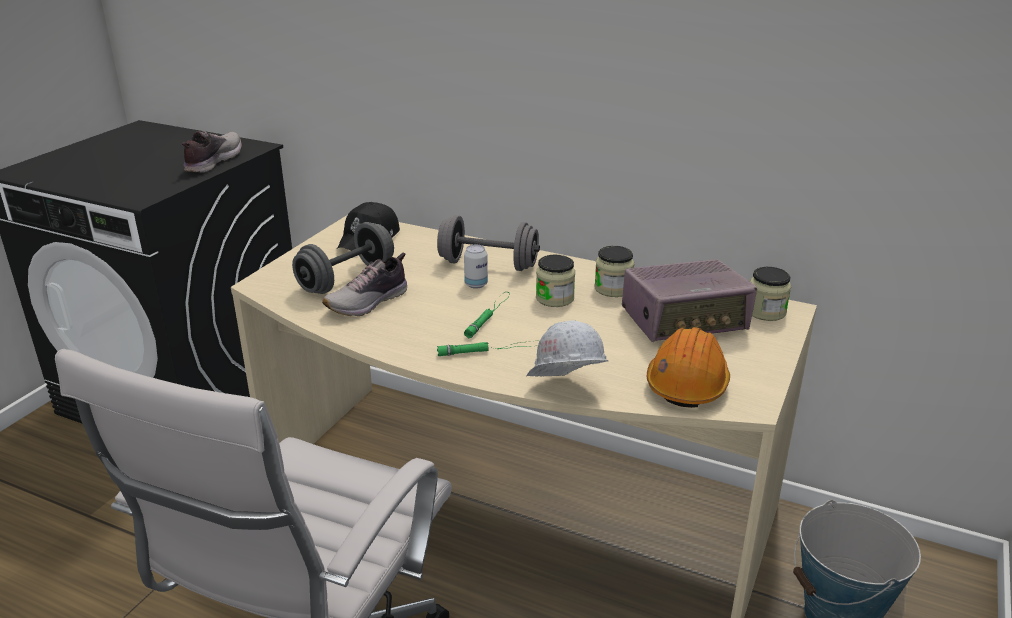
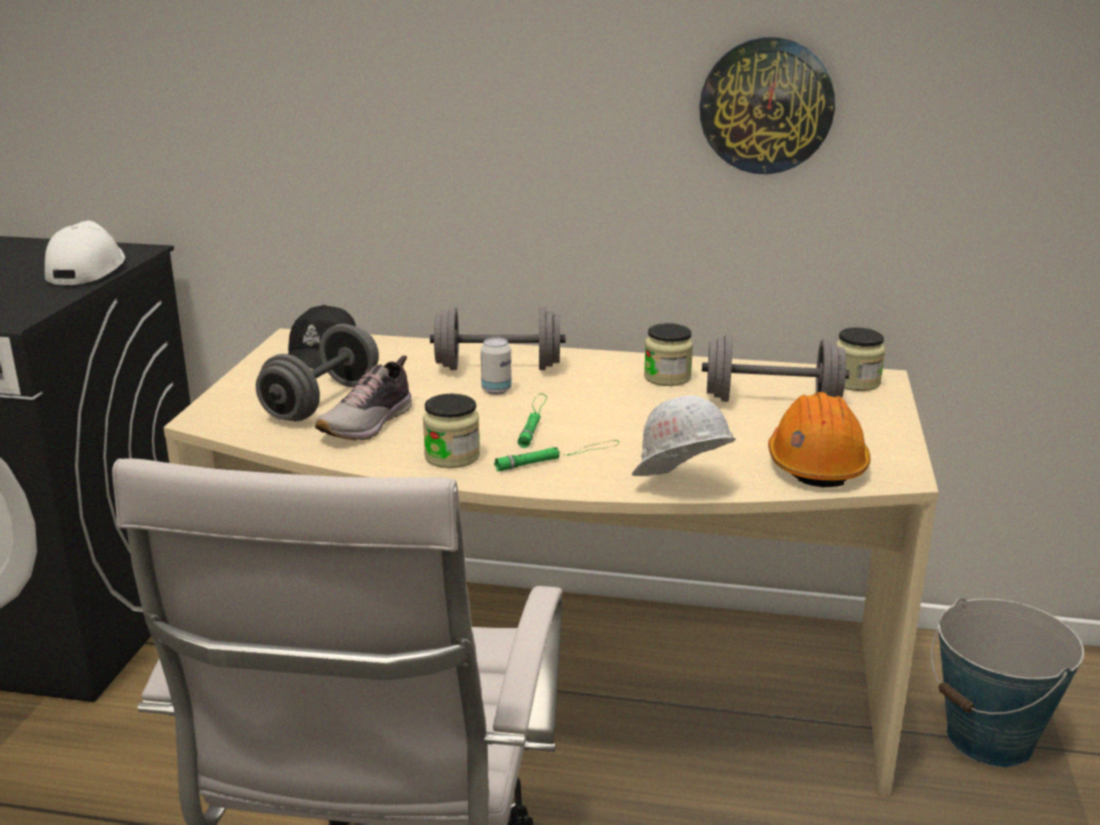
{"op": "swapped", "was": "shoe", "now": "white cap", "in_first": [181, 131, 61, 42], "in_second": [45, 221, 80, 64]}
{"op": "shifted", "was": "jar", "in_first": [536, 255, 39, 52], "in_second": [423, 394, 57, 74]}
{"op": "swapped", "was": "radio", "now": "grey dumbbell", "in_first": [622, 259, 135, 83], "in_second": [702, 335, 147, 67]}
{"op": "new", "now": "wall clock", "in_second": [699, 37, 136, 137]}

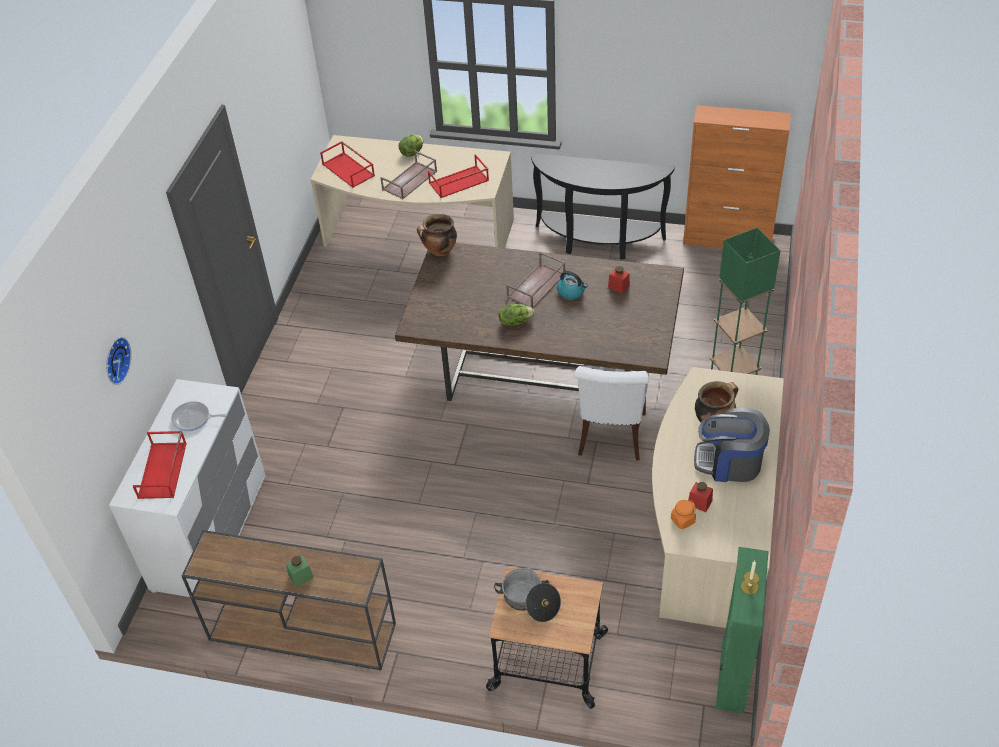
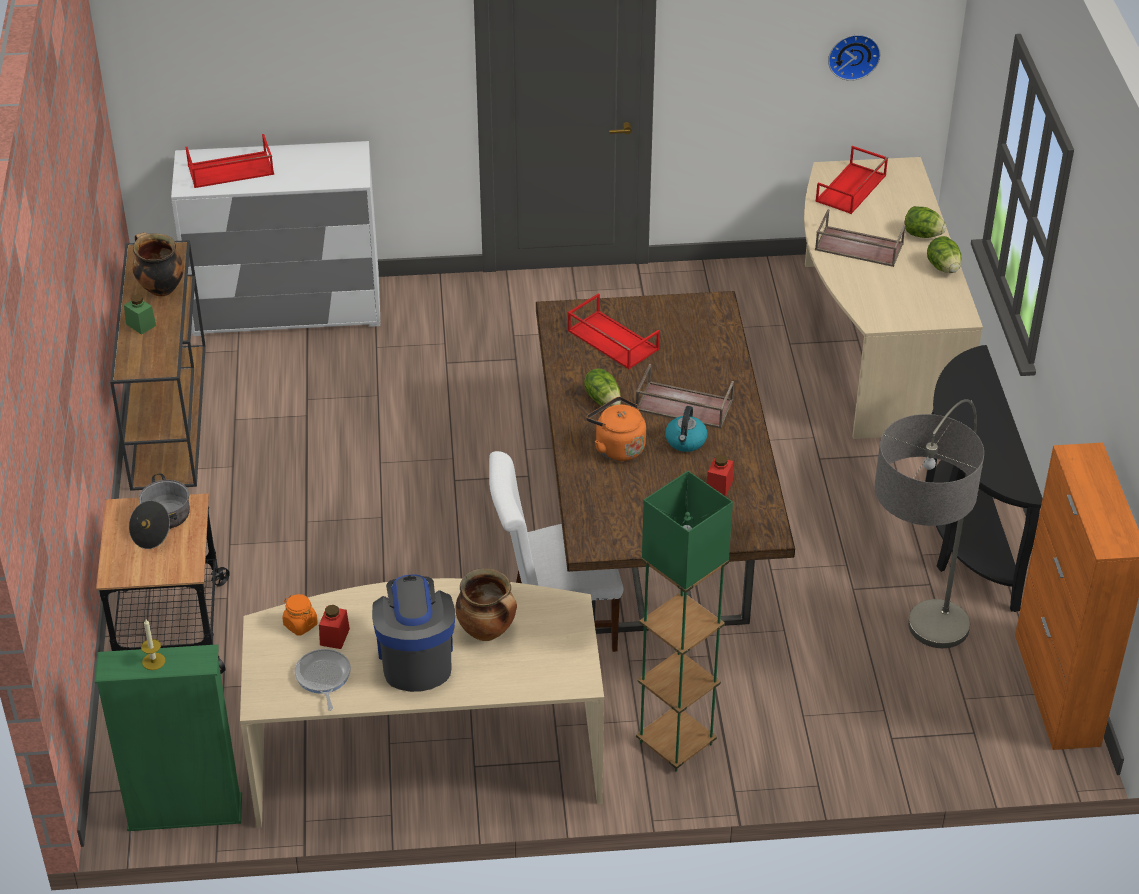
{"op": "shifted", "was": "wall clock", "in_first": [106, 337, 25, 48], "in_second": [828, 35, 53, 46]}
{"op": "shifted", "was": "frying pan", "in_first": [171, 401, 56, 31], "in_second": [295, 649, 56, 62]}
{"op": "shifted", "was": "cooking pot", "in_first": [417, 214, 40, 42], "in_second": [132, 232, 52, 65]}
{"op": "shifted", "was": "red tray", "in_first": [428, 154, 61, 44], "in_second": [567, 293, 93, 76]}
{"op": "new", "now": "orange kettle", "in_second": [587, 397, 59, 64]}
{"op": "new", "now": "floor lamp", "in_second": [875, 399, 109, 249]}
{"op": "new", "now": "lettuce", "in_second": [927, 236, 35, 37]}

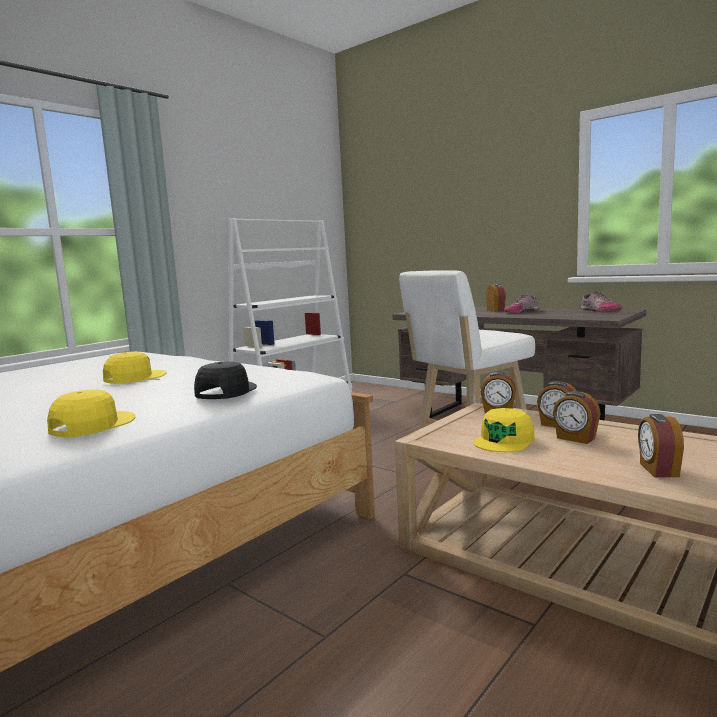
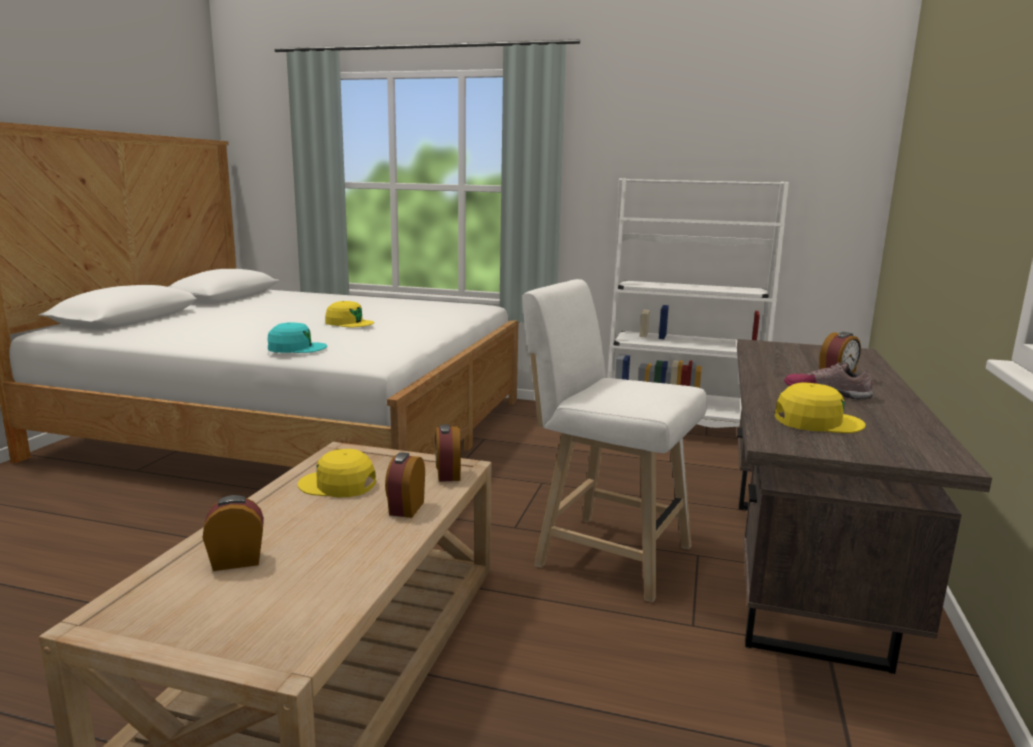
{"op": "shifted", "was": "yellow cap", "in_first": [47, 390, 89, 47], "in_second": [775, 383, 91, 50]}
{"op": "repainted", "was": "black cap", "now": "turquoise cap", "in_first": [194, 362, 63, 37], "in_second": [268, 322, 59, 31]}
{"op": "gone", "was": "alarm clock", "in_first": [553, 391, 47, 53]}
{"op": "gone", "was": "shoe", "in_first": [581, 291, 41, 21]}

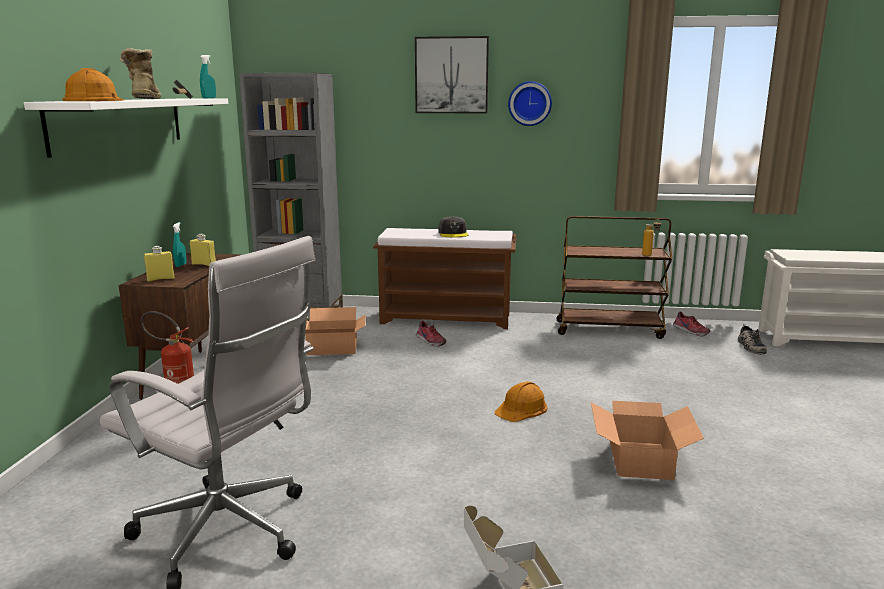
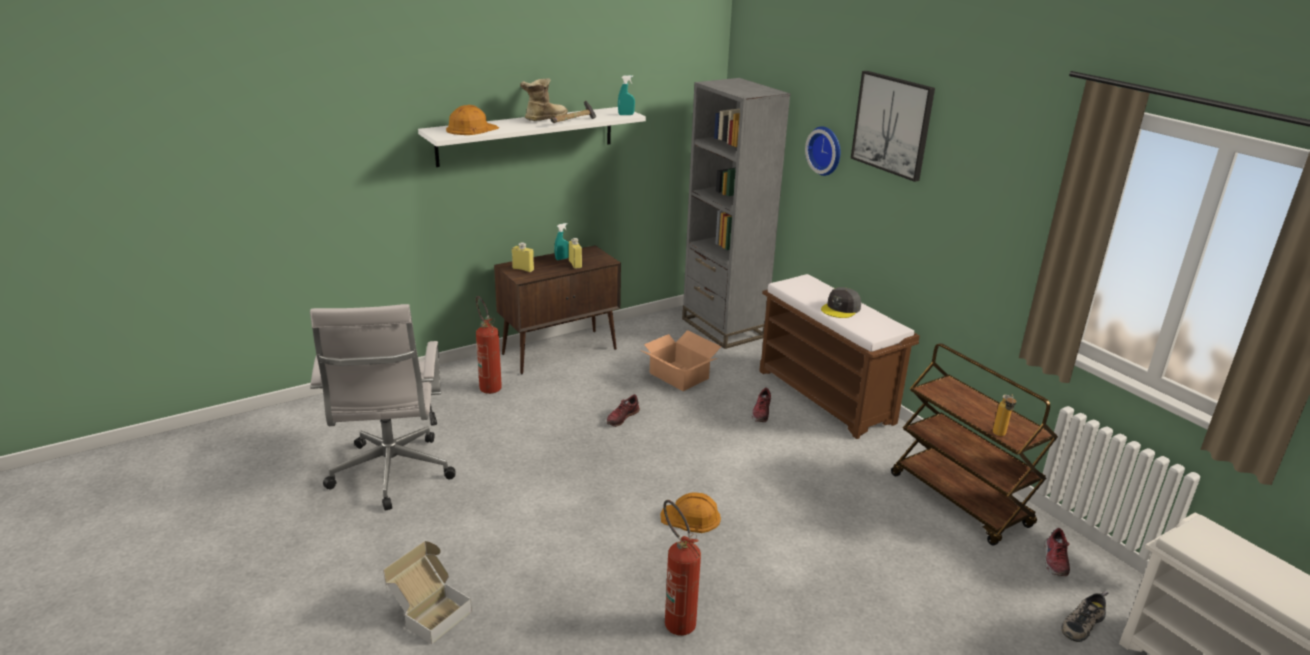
{"op": "shifted", "was": "wall clock", "in_first": [508, 81, 44, 45], "in_second": [805, 127, 35, 49]}
{"op": "swapped", "was": "cardboard box", "now": "fire extinguisher", "in_first": [591, 401, 113, 79], "in_second": [663, 500, 38, 136]}
{"op": "new", "now": "shoe", "in_second": [606, 394, 34, 33]}

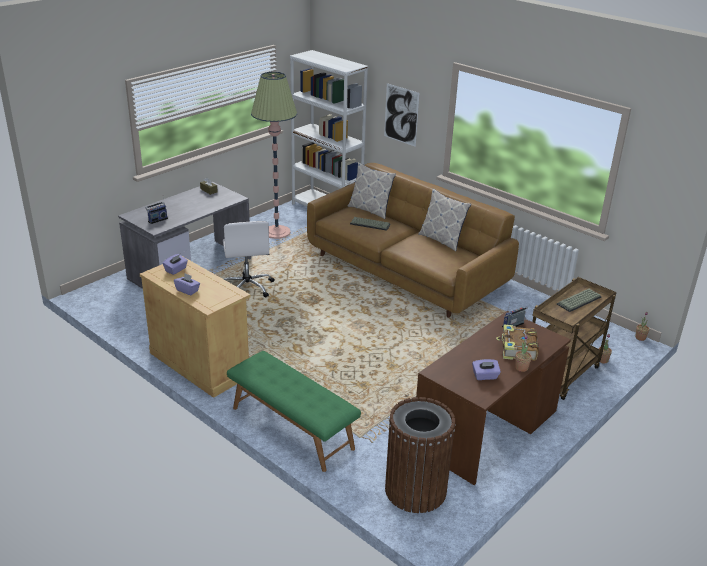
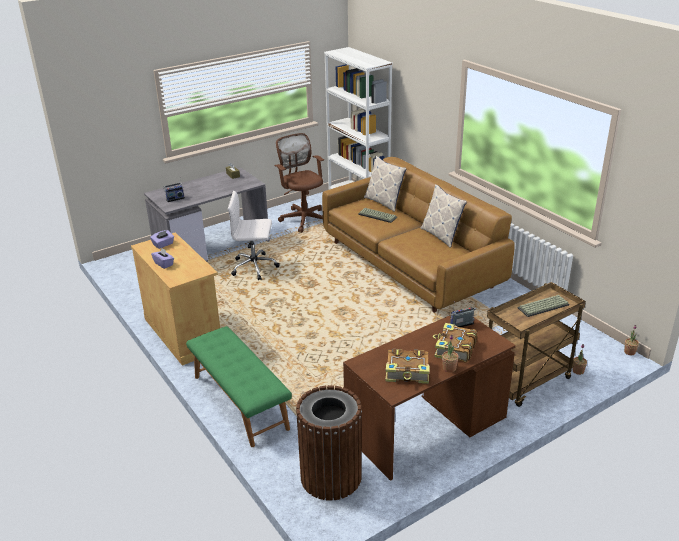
{"op": "rotated", "was": "white office chair", "in_first": [223, 221, 51, 76], "in_second": [228, 191, 52, 89], "clockwise": 90}
{"op": "swapped", "was": "floor lamp", "now": "brown office chair", "in_first": [251, 72, 46, 167], "in_second": [274, 133, 50, 100]}
{"op": "gone", "was": "picture", "in_first": [384, 83, 36, 64]}
{"op": "swapped", "was": "purple tissue box", "now": "book", "in_first": [472, 359, 29, 21], "in_second": [386, 349, 43, 35]}

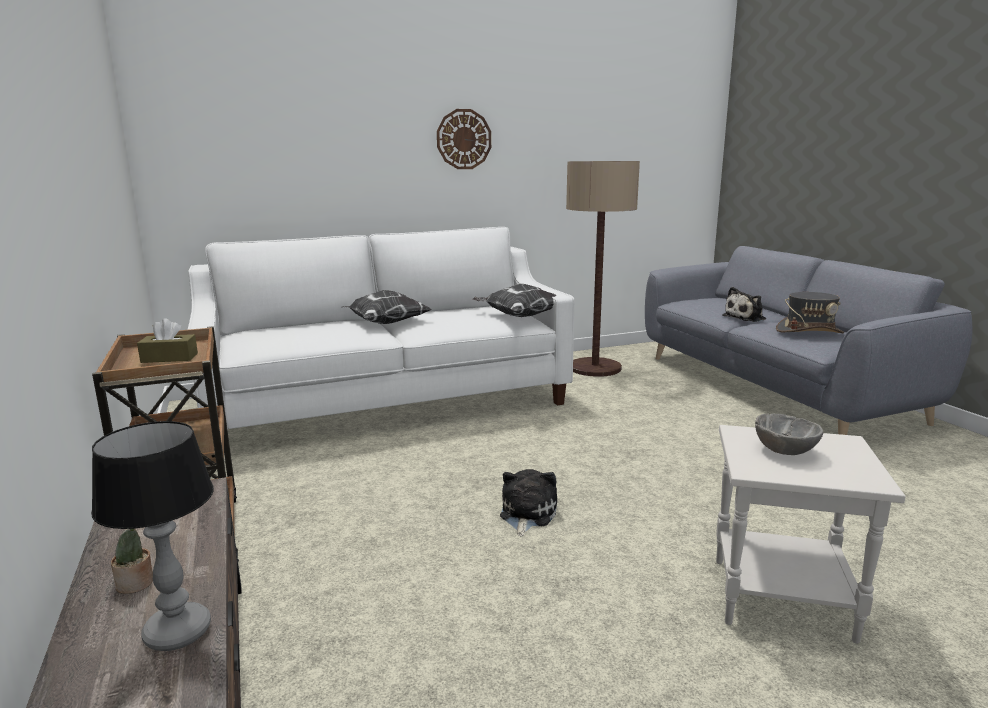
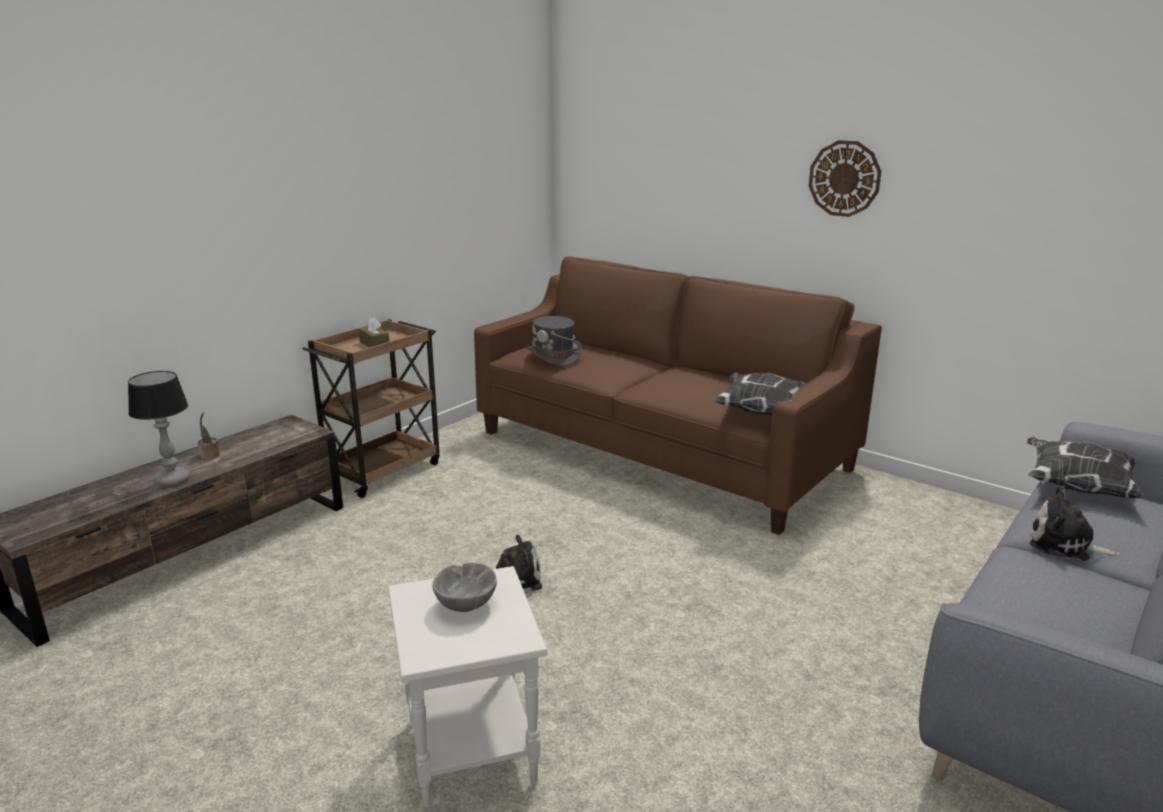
{"op": "repainted", "was": "white sofa", "now": "brown sofa", "in_first": [188, 227, 386, 203], "in_second": [474, 256, 408, 279]}
{"op": "shifted", "was": "pillow", "in_first": [342, 290, 89, 34], "in_second": [1027, 437, 119, 61]}
{"op": "gone", "was": "floor lamp", "in_first": [566, 161, 74, 216]}
{"op": "shifted", "was": "grey hat", "in_first": [776, 292, 68, 42], "in_second": [526, 316, 56, 50]}

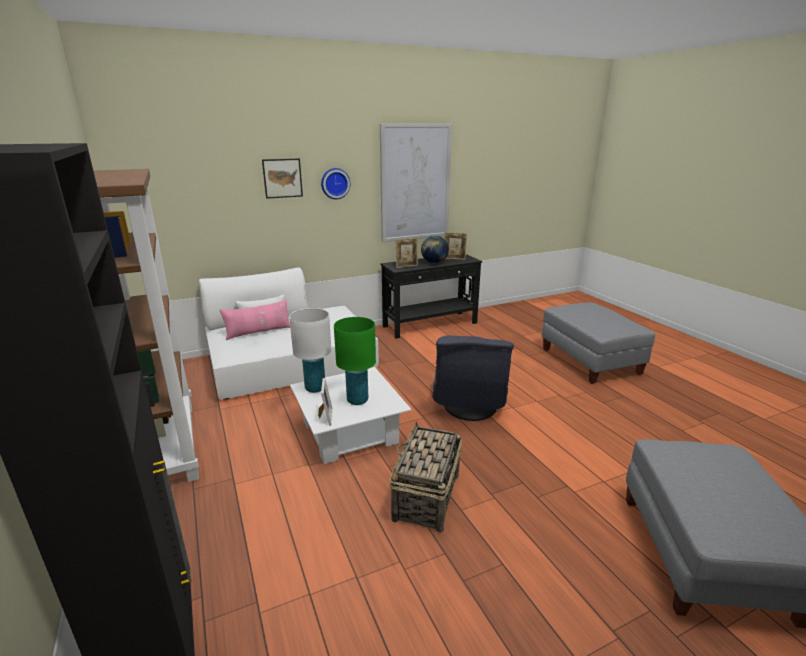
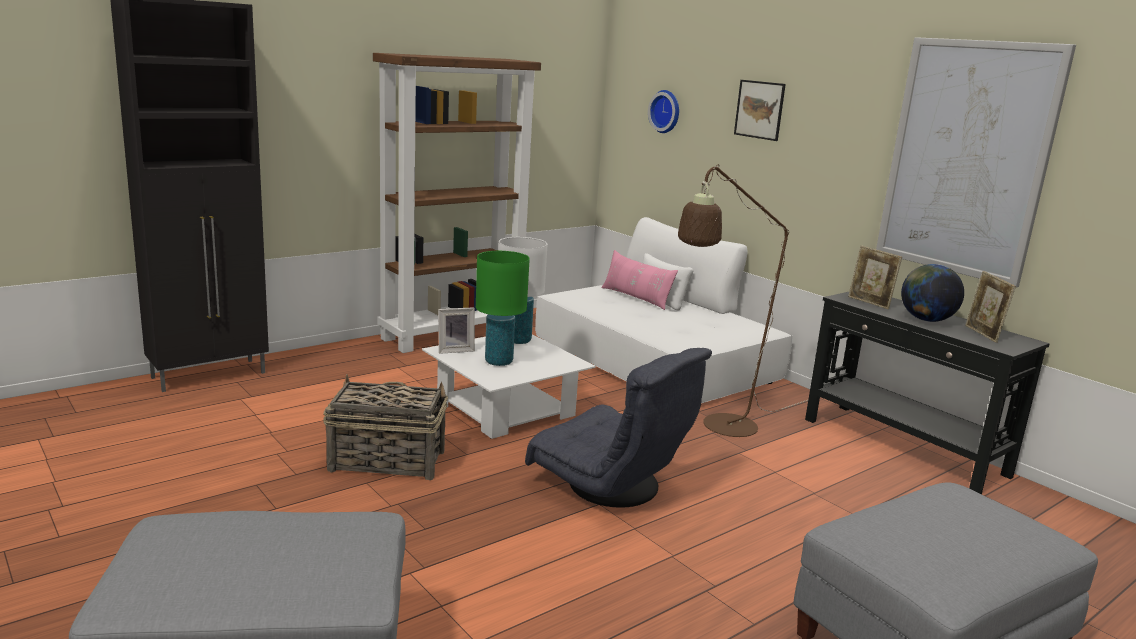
{"op": "shifted", "was": "wall clock", "in_first": [321, 168, 29, 31], "in_second": [648, 90, 31, 43]}
{"op": "rotated", "was": "grey armchair", "in_first": [432, 336, 82, 85], "in_second": [525, 348, 187, 160], "clockwise": -135}
{"op": "new", "now": "brown floor lamp", "in_second": [678, 164, 130, 273]}

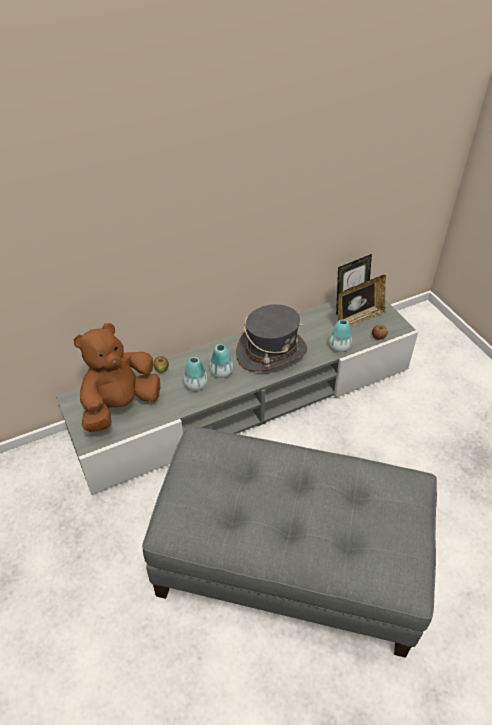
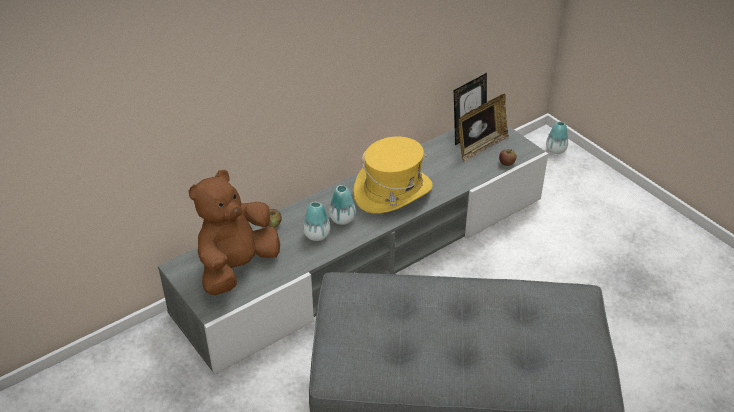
{"op": "repainted", "was": "grey hat", "now": "yellow hat", "in_first": [236, 304, 71, 68], "in_second": [354, 136, 79, 77]}
{"op": "shifted", "was": "vase", "in_first": [329, 320, 23, 32], "in_second": [546, 122, 22, 32]}

